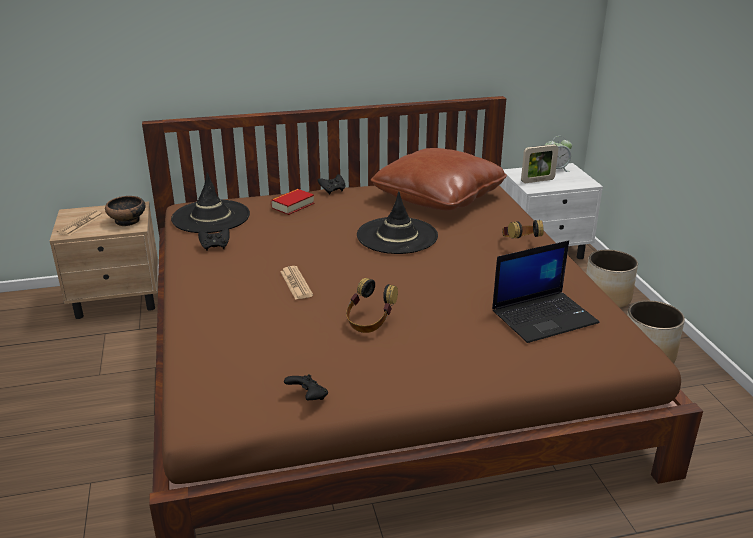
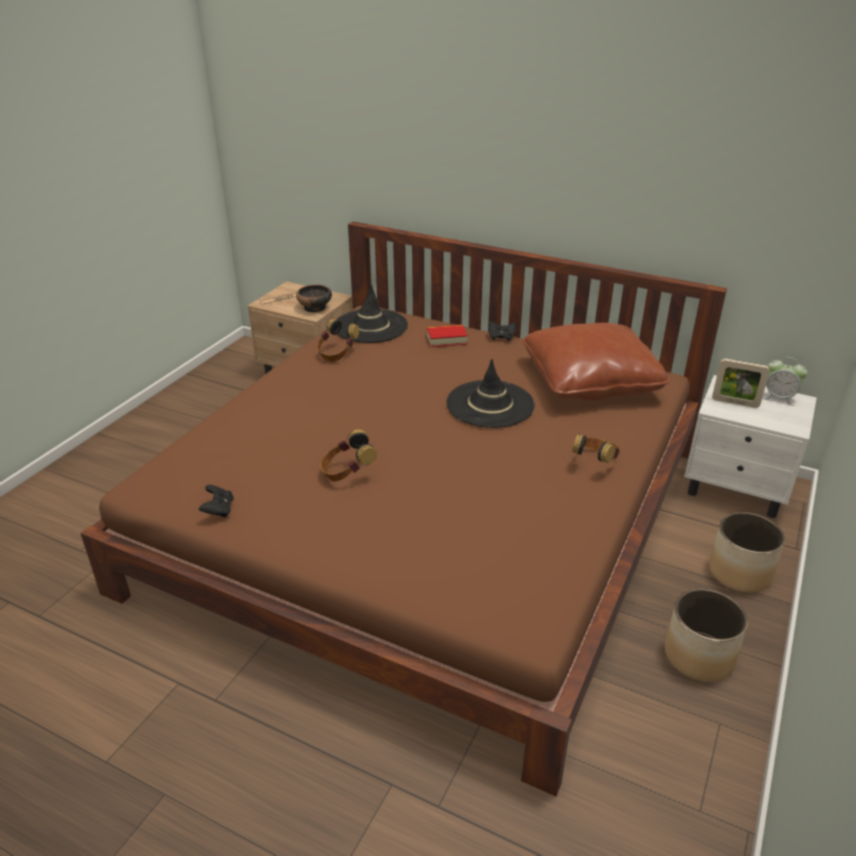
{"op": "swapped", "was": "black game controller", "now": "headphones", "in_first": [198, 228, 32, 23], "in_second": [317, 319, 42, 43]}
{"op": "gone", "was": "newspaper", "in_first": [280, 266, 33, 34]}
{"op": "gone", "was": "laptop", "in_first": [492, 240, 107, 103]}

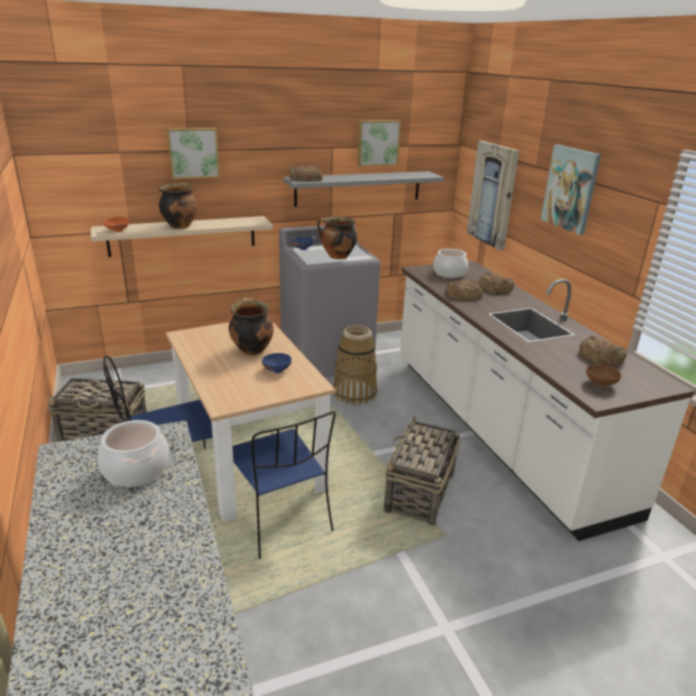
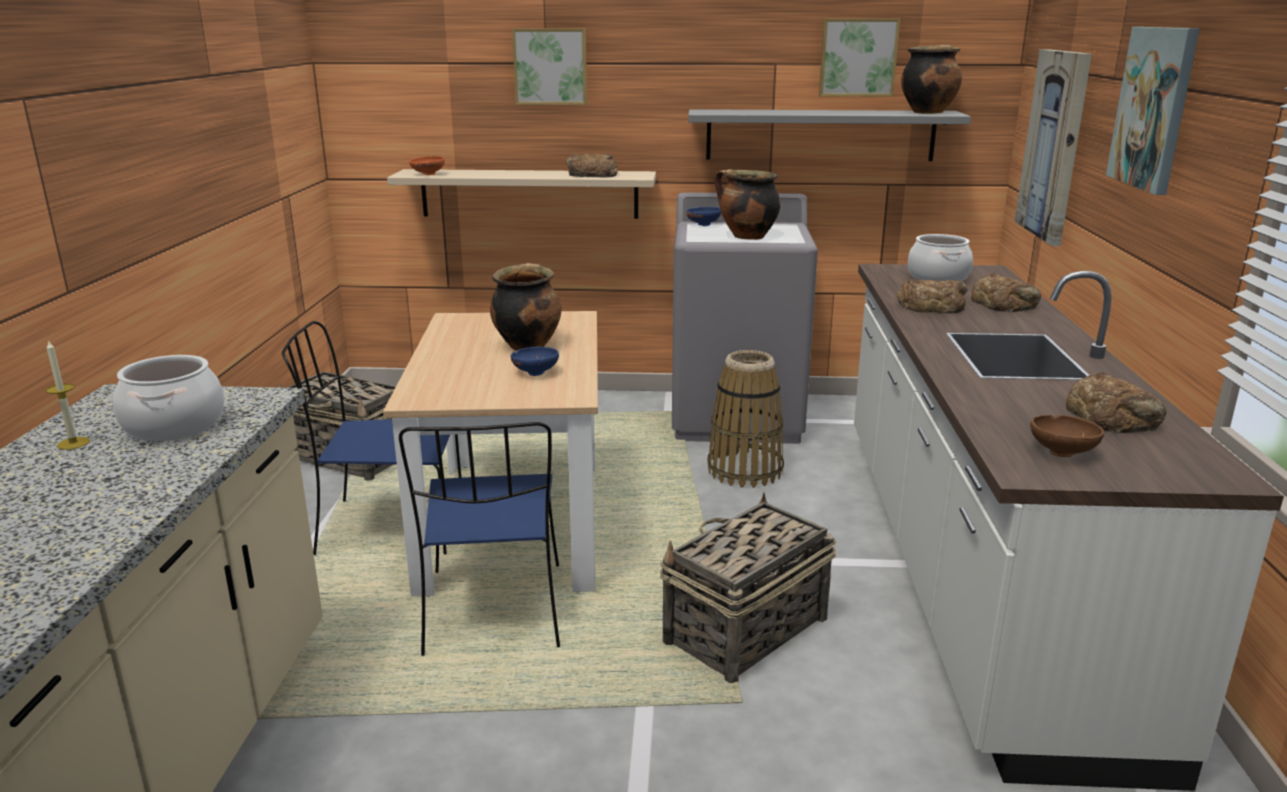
{"op": "shifted", "was": "cooking pot", "in_first": [159, 183, 38, 46], "in_second": [901, 45, 61, 69]}
{"op": "shifted", "was": "bread", "in_first": [289, 166, 34, 16], "in_second": [566, 153, 52, 25]}
{"op": "new", "now": "candle", "in_second": [46, 340, 44, 110]}

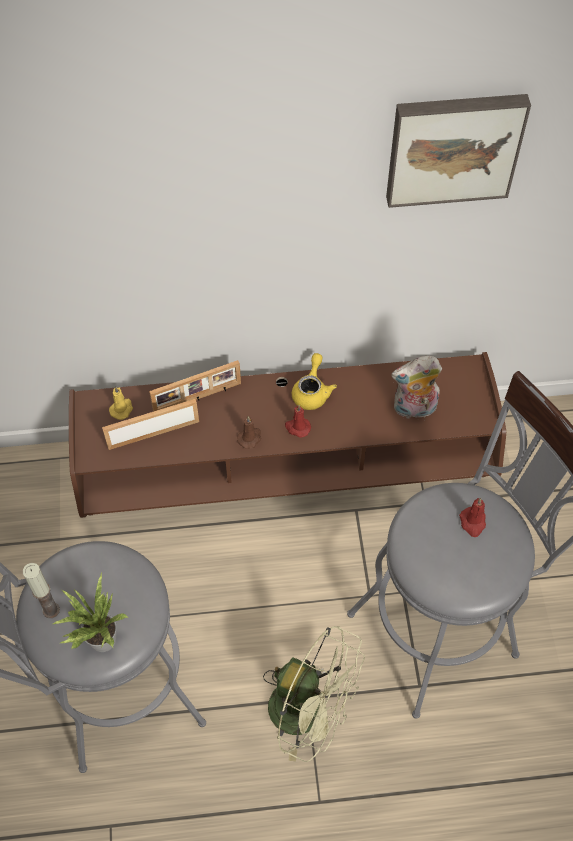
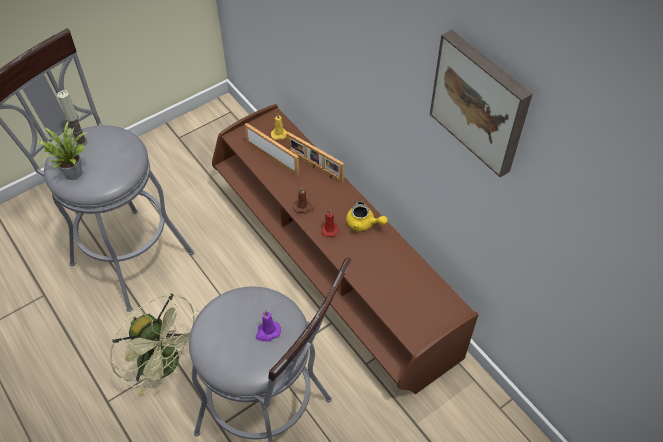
{"op": "rotated", "was": "green fan", "in_first": [263, 626, 102, 136], "in_second": [110, 294, 88, 102], "clockwise": -45}
{"op": "rotated", "was": "yellow teapot", "in_first": [292, 353, 45, 57], "in_second": [346, 204, 42, 27], "clockwise": 45}
{"op": "gone", "was": "plush toy", "in_first": [391, 356, 51, 63]}
{"op": "repainted", "was": "red candle", "now": "purple candle", "in_first": [459, 498, 27, 39], "in_second": [256, 311, 25, 31]}

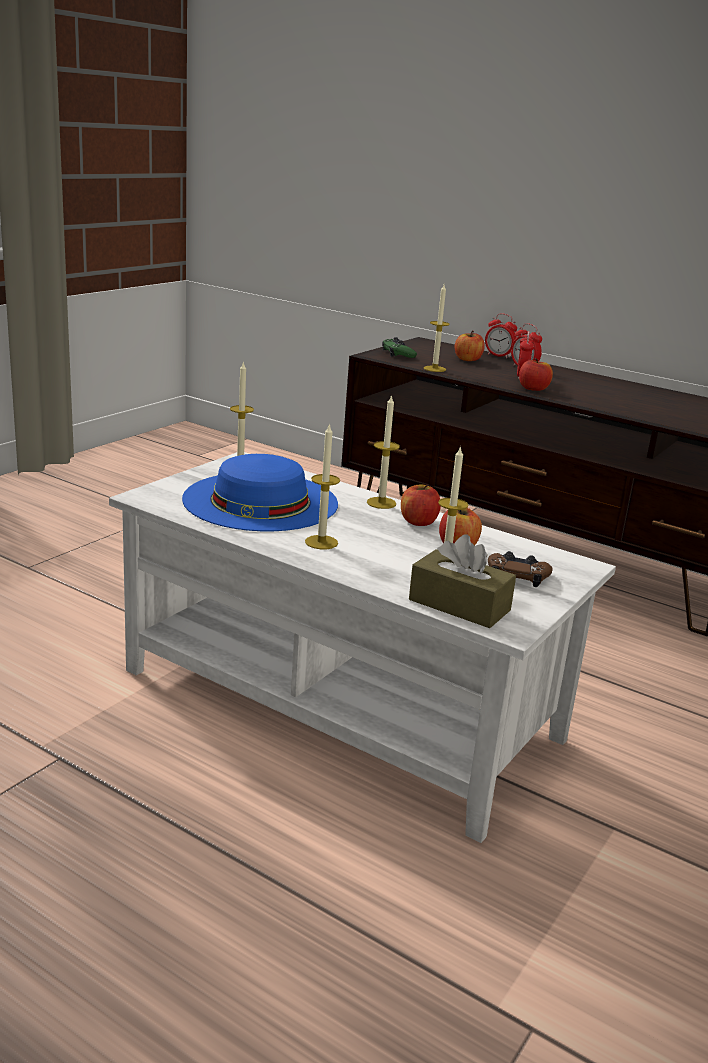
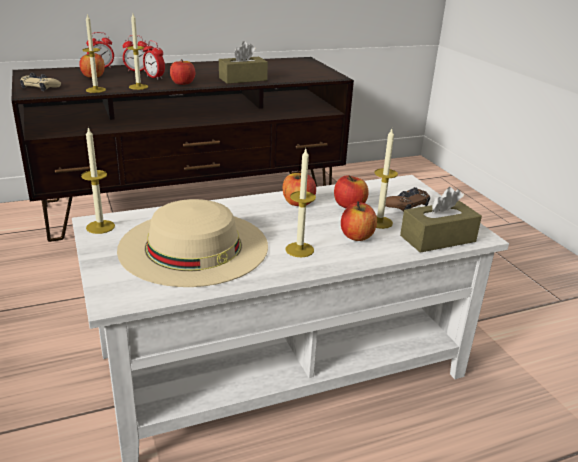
{"op": "repainted", "was": "blue hat", "now": "beige hat", "in_first": [182, 454, 156, 77], "in_second": [117, 199, 151, 88]}
{"op": "shifted", "was": "candle", "in_first": [367, 394, 33, 115], "in_second": [127, 13, 21, 77]}
{"op": "repainted", "was": "green game controller", "now": "beige game controller", "in_first": [382, 337, 35, 21], "in_second": [20, 73, 41, 18]}
{"op": "new", "now": "brown tissue box", "in_second": [219, 41, 49, 43]}
{"op": "new", "now": "apple", "in_second": [341, 201, 36, 40]}

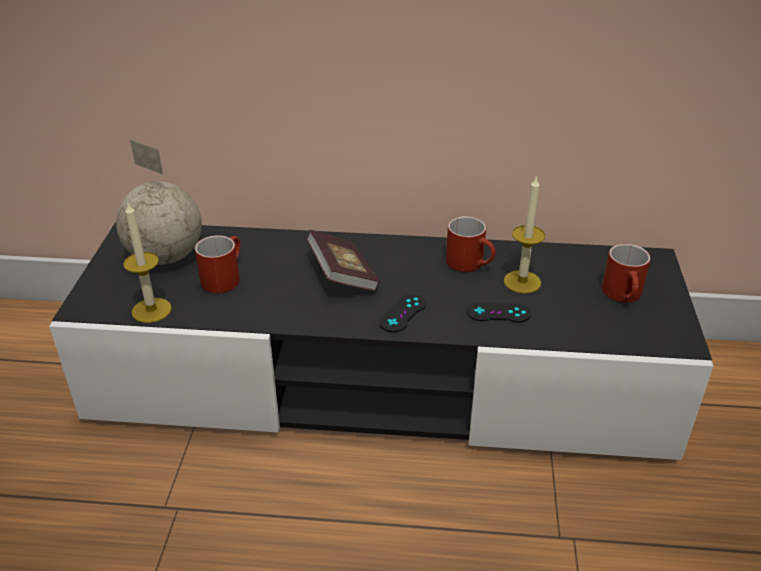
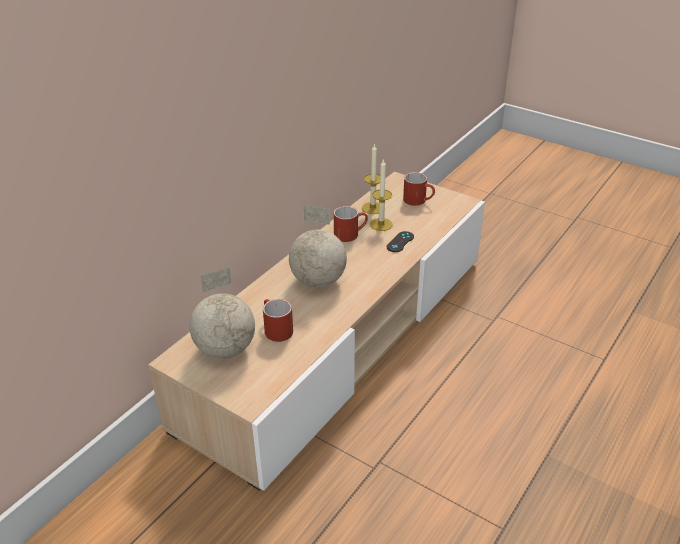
{"op": "repainted", "was": "black tv stand", "now": "beige tv stand", "in_first": [49, 222, 664, 238], "in_second": [148, 172, 337, 319]}
{"op": "shifted", "was": "candle", "in_first": [123, 203, 49, 120], "in_second": [362, 143, 18, 71]}
{"op": "swapped", "was": "book", "now": "globe", "in_first": [306, 230, 74, 61], "in_second": [289, 205, 58, 83]}
{"op": "gone", "was": "black game controller", "in_first": [379, 294, 47, 38]}

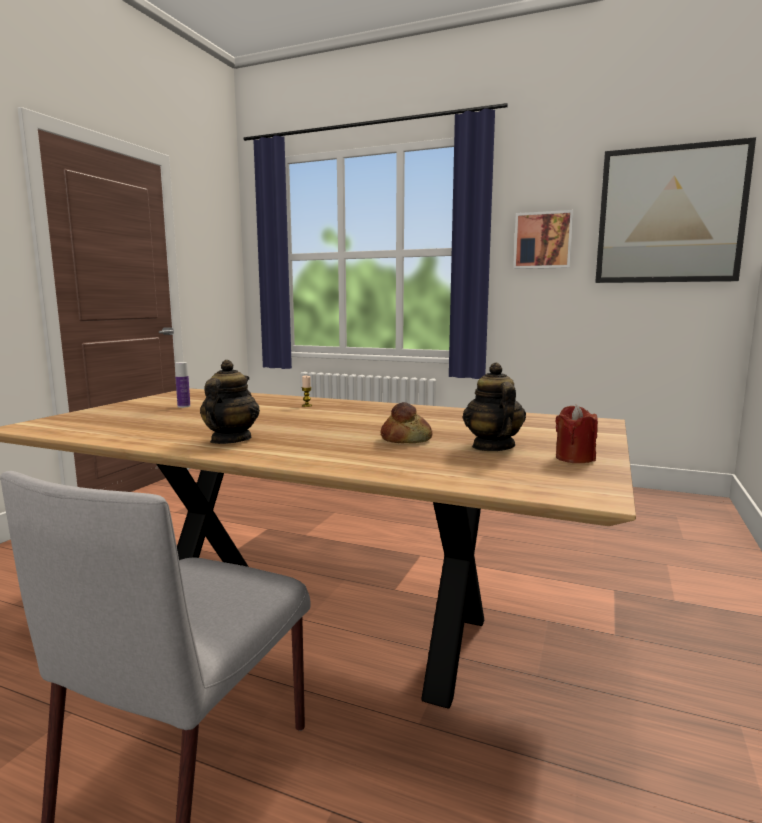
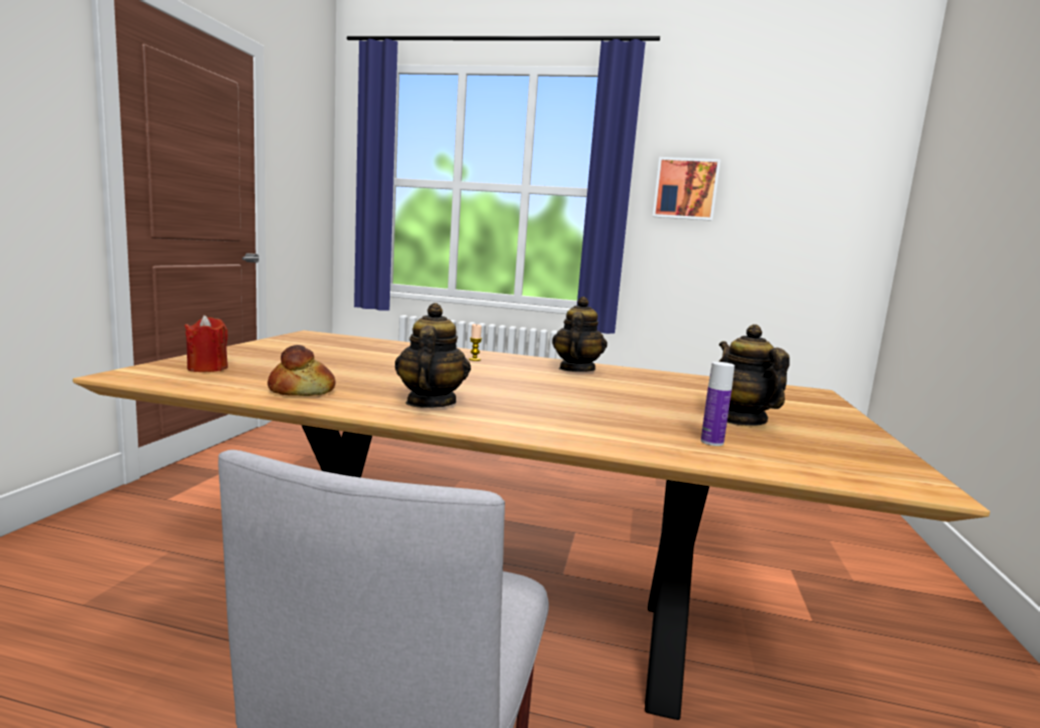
{"op": "shifted", "was": "bottle", "in_first": [175, 362, 15, 46], "in_second": [701, 362, 34, 84]}
{"op": "shifted", "was": "bread", "in_first": [381, 402, 51, 41], "in_second": [267, 345, 68, 51]}
{"op": "shifted", "was": "red candle", "in_first": [556, 405, 42, 58], "in_second": [185, 315, 43, 57]}
{"op": "gone", "was": "picture", "in_first": [595, 137, 161, 146]}
{"op": "new", "now": "teapot", "in_second": [552, 297, 55, 75]}

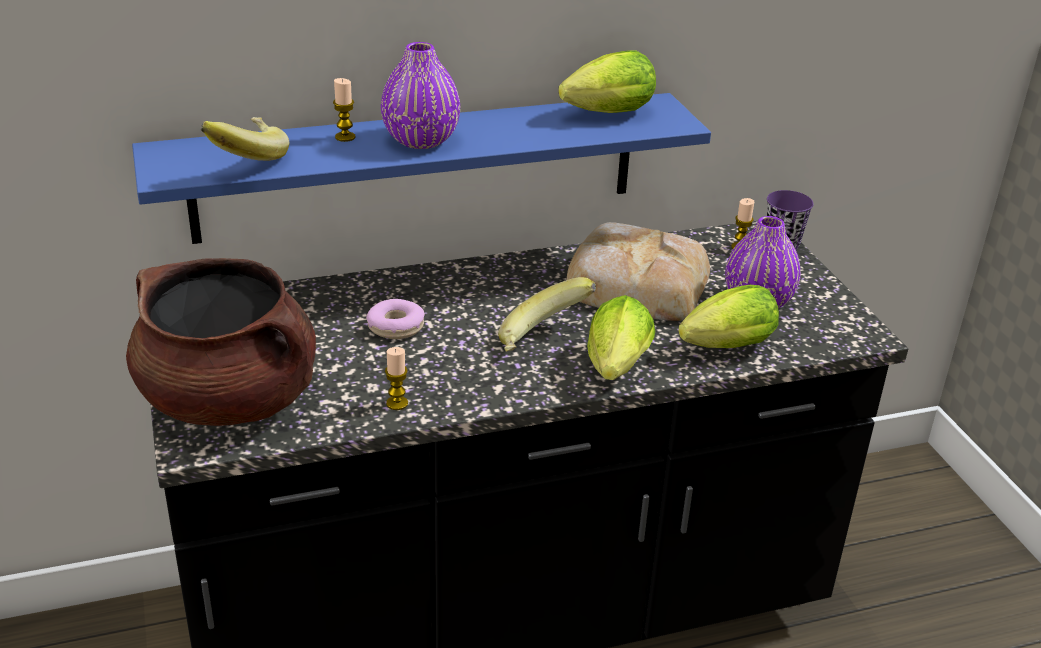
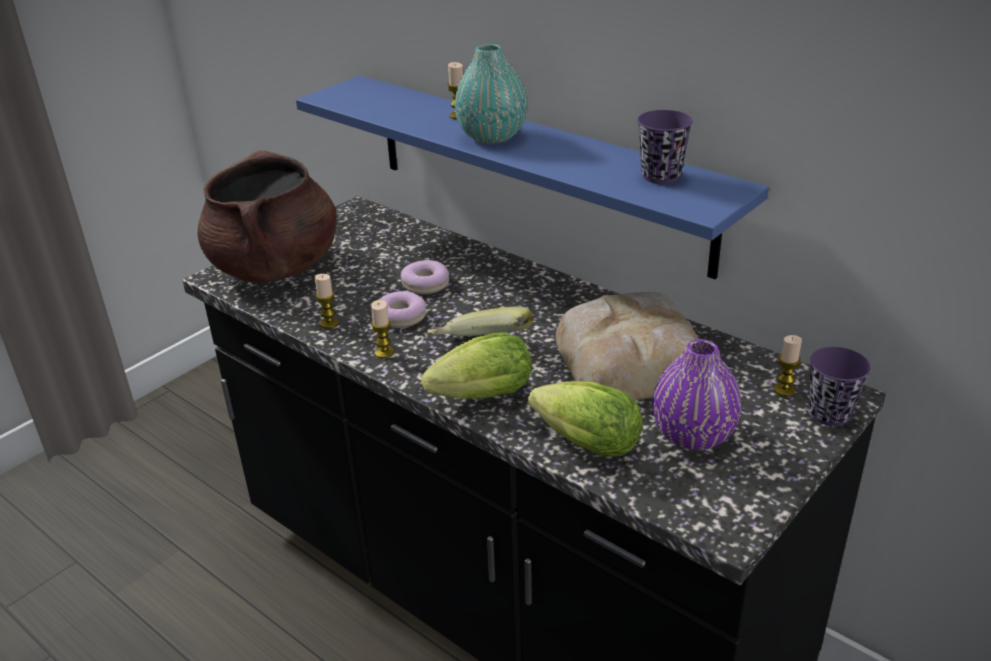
{"op": "gone", "was": "banana", "in_first": [200, 117, 90, 44]}
{"op": "repainted", "was": "purple vase", "now": "turquoise vase", "in_first": [381, 42, 79, 107], "in_second": [454, 44, 73, 100]}
{"op": "swapped", "was": "lettuce", "now": "purple cup", "in_first": [558, 50, 98, 63], "in_second": [637, 110, 56, 74]}
{"op": "new", "now": "candle", "in_second": [371, 300, 23, 58]}
{"op": "new", "now": "donut", "in_second": [378, 291, 48, 37]}

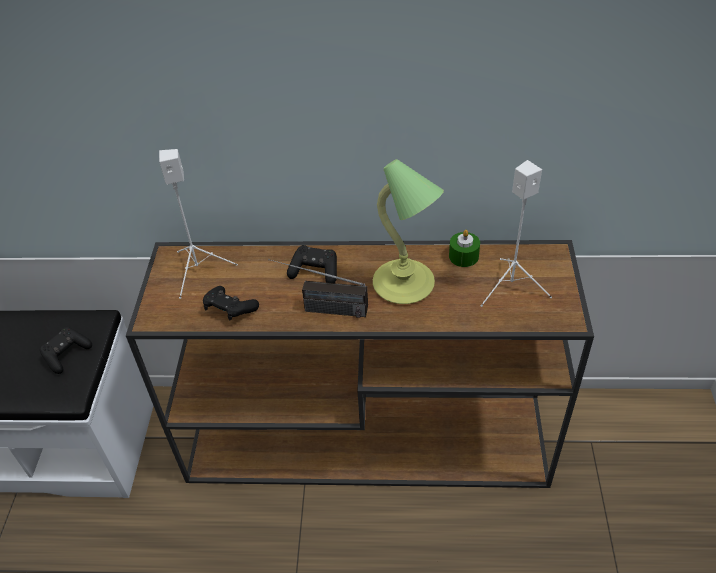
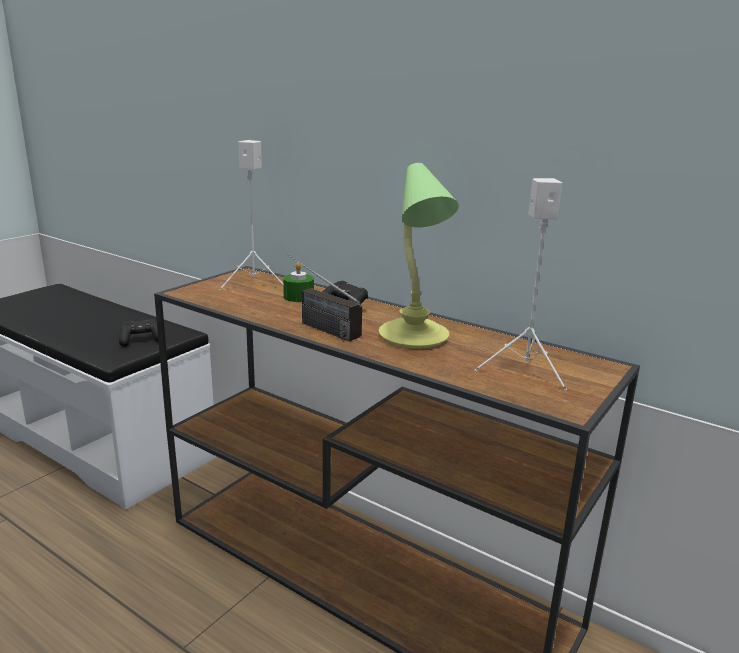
{"op": "gone", "was": "black game controller", "in_first": [203, 286, 56, 34]}
{"op": "shifted", "was": "green candle", "in_first": [449, 230, 31, 37], "in_second": [283, 262, 31, 40]}

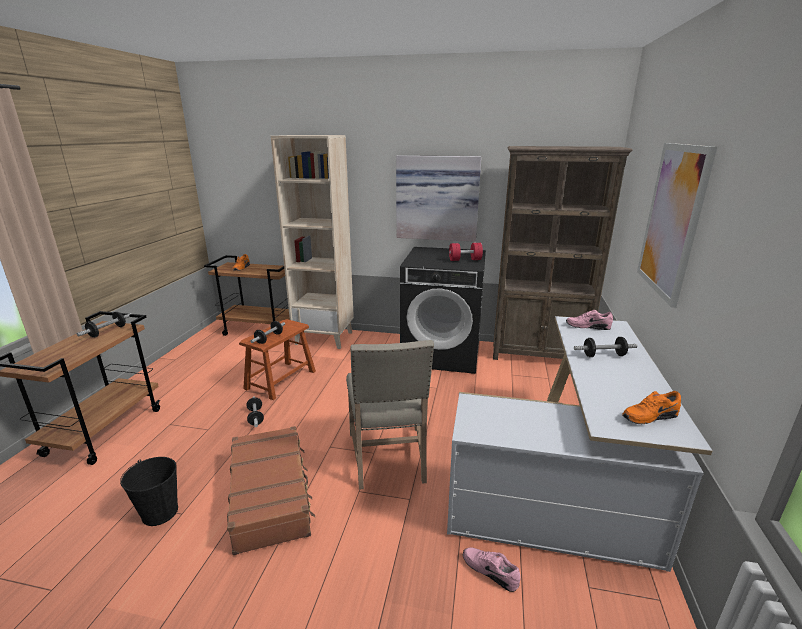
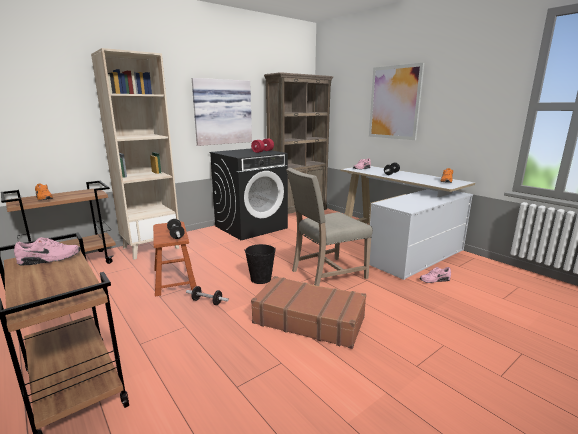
{"op": "swapped", "was": "dumbbell", "now": "pink shoe", "in_first": [77, 312, 54, 25], "in_second": [14, 237, 66, 29]}
{"op": "shifted", "was": "black bucket", "in_first": [120, 457, 58, 69], "in_second": [244, 244, 32, 40]}
{"op": "rotated", "was": "beige chair", "in_first": [346, 340, 88, 150], "in_second": [286, 168, 87, 118], "clockwise": 120}

